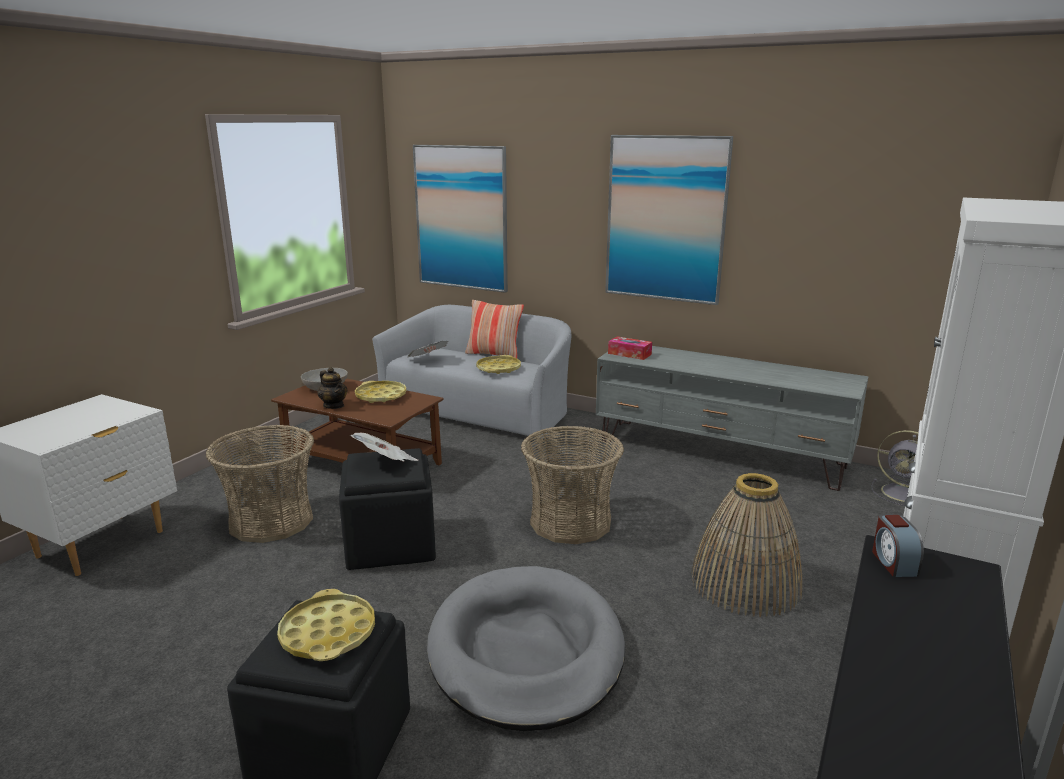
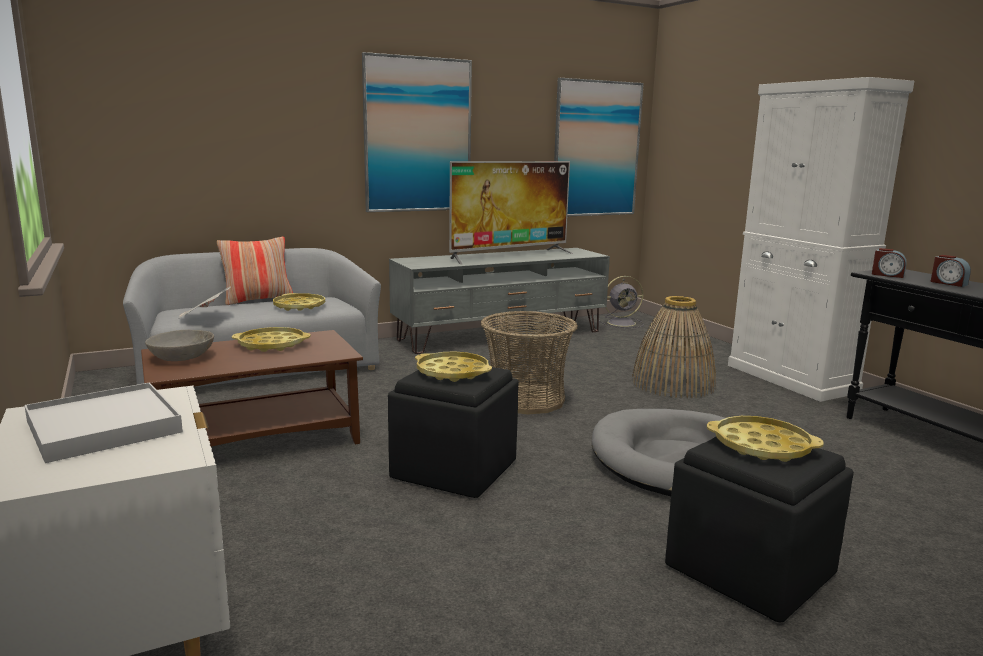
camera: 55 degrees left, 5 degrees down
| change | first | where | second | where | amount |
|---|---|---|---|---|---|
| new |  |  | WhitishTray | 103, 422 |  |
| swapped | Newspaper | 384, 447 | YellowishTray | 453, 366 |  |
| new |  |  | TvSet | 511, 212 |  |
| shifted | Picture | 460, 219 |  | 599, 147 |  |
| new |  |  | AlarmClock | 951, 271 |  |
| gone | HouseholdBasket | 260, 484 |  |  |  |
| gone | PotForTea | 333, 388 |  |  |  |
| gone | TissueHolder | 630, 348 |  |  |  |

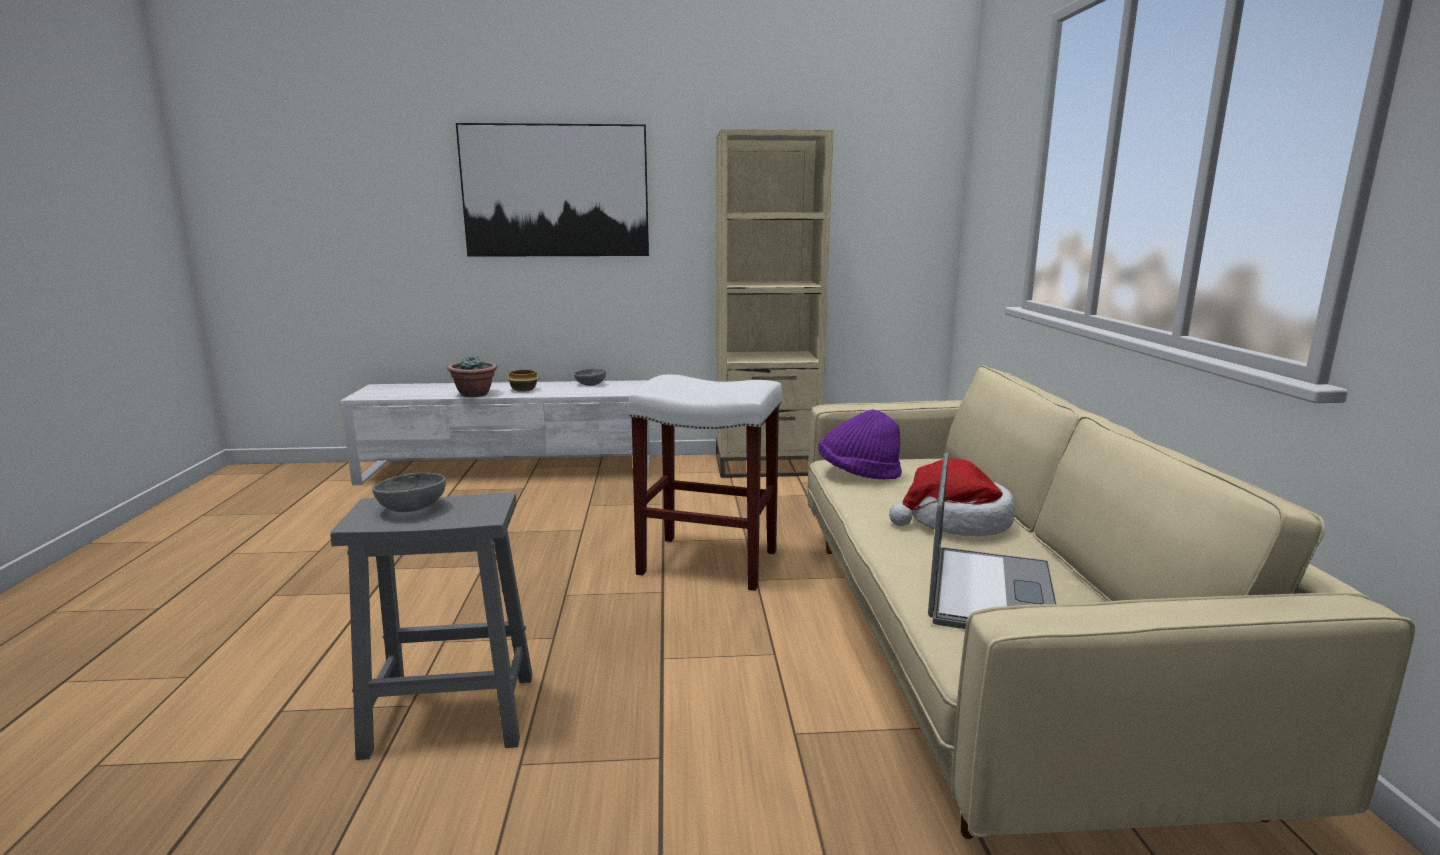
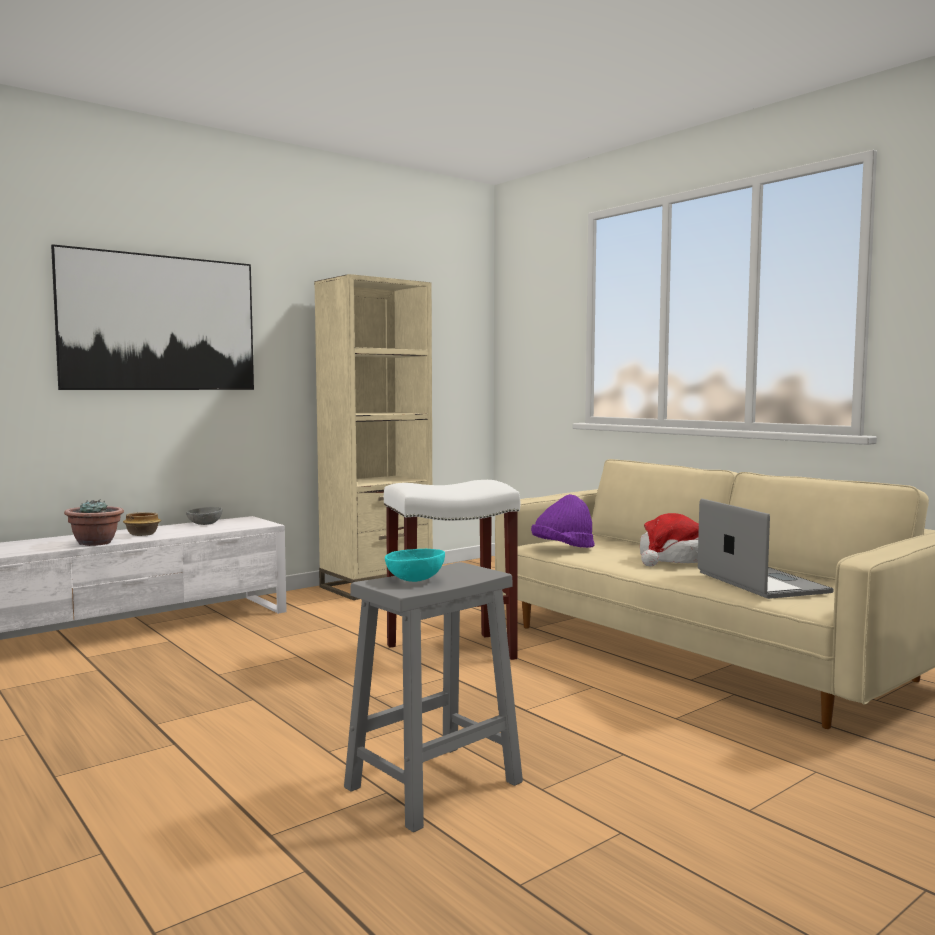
camera: 35 degrees left, 10 degrees down
| change | first | where | second | where | amount |
|---|---|---|---|---|---|
| repainted | GrayBowl | 409, 492 | BlueGreenBowl | 415, 565 |  |

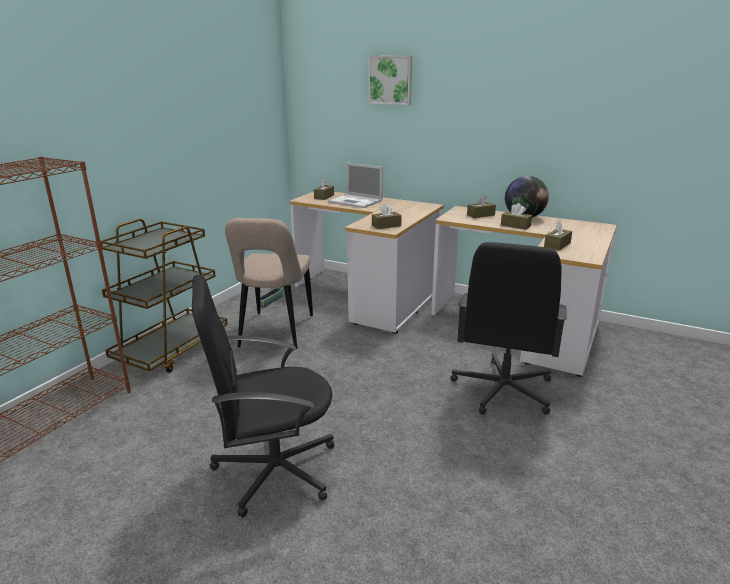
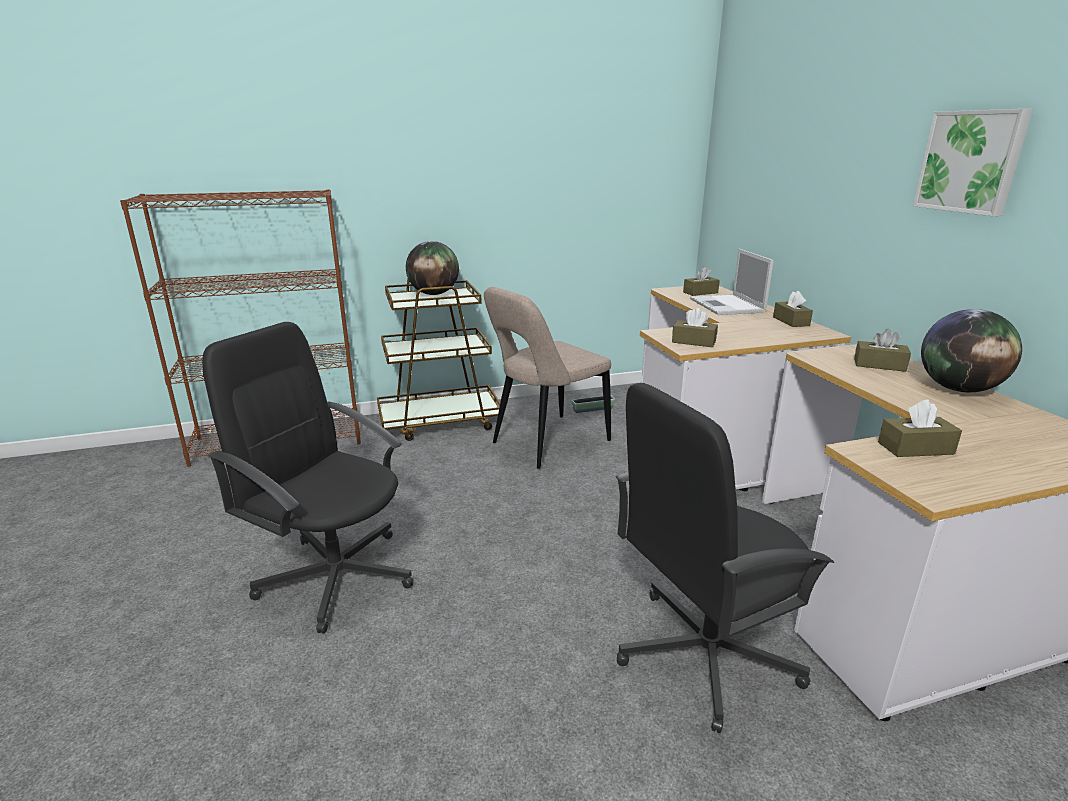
camera: 45 degrees right, 0 degrees up
| change | first | where | second | where | amount |
|---|---|---|---|---|---|
| new |  |  | WorldGlobe | 432, 268 |  |
| shifted | BrownTissueHolder | 516, 216 |  | 793, 309 |  |
| shifted | Picture | 390, 80 |  | 973, 162 |  |

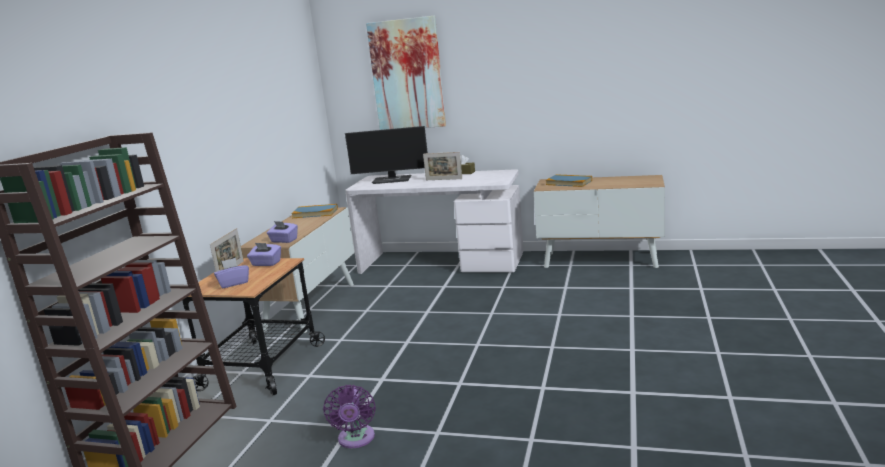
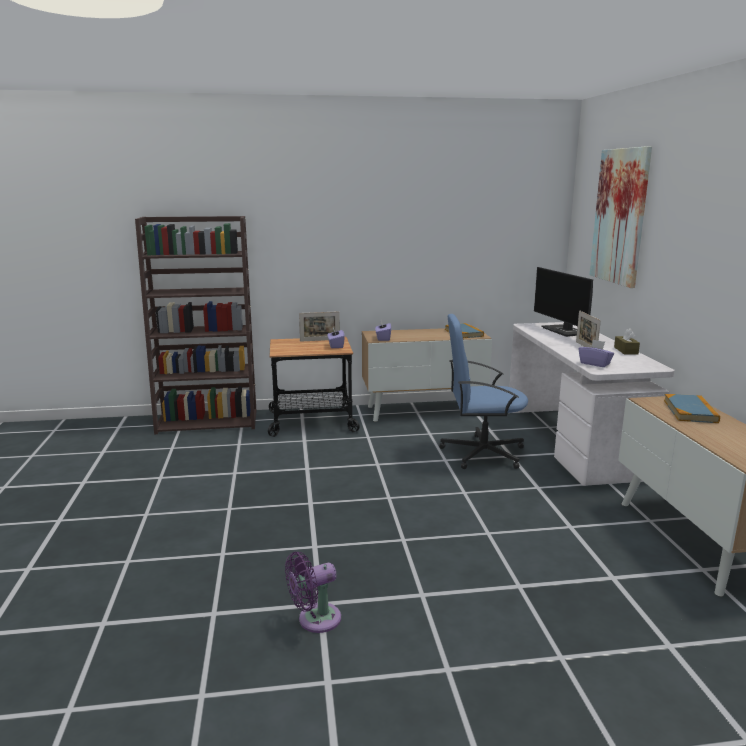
camera: 65 degrees right, 0 degrees up
| change | first | where | second | where | amount |
|---|---|---|---|---|---|
| shifted | PurpleColouredCoolingFan | 349, 416 |  | 313, 592 |  |
| new |  |  | BlueComputerChair | 483, 391 |  |
| shifted | PurpleColouredTissueHolder | 231, 273 |  | 596, 353 |  |

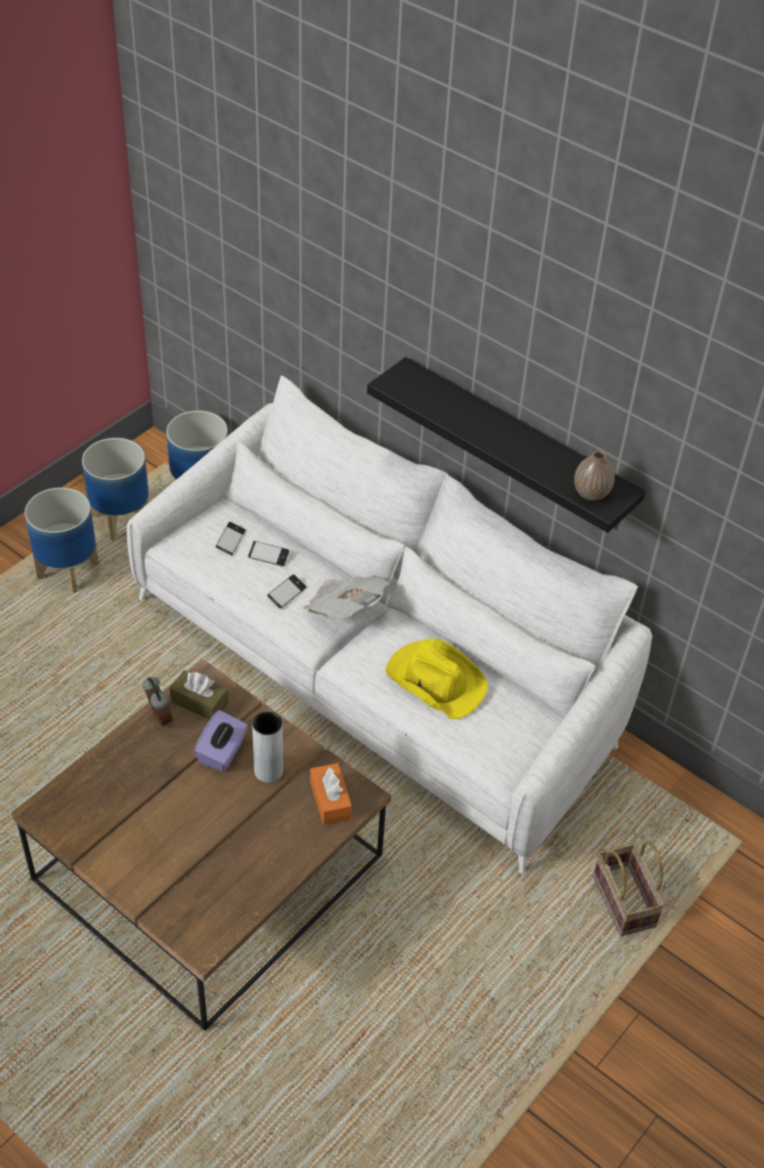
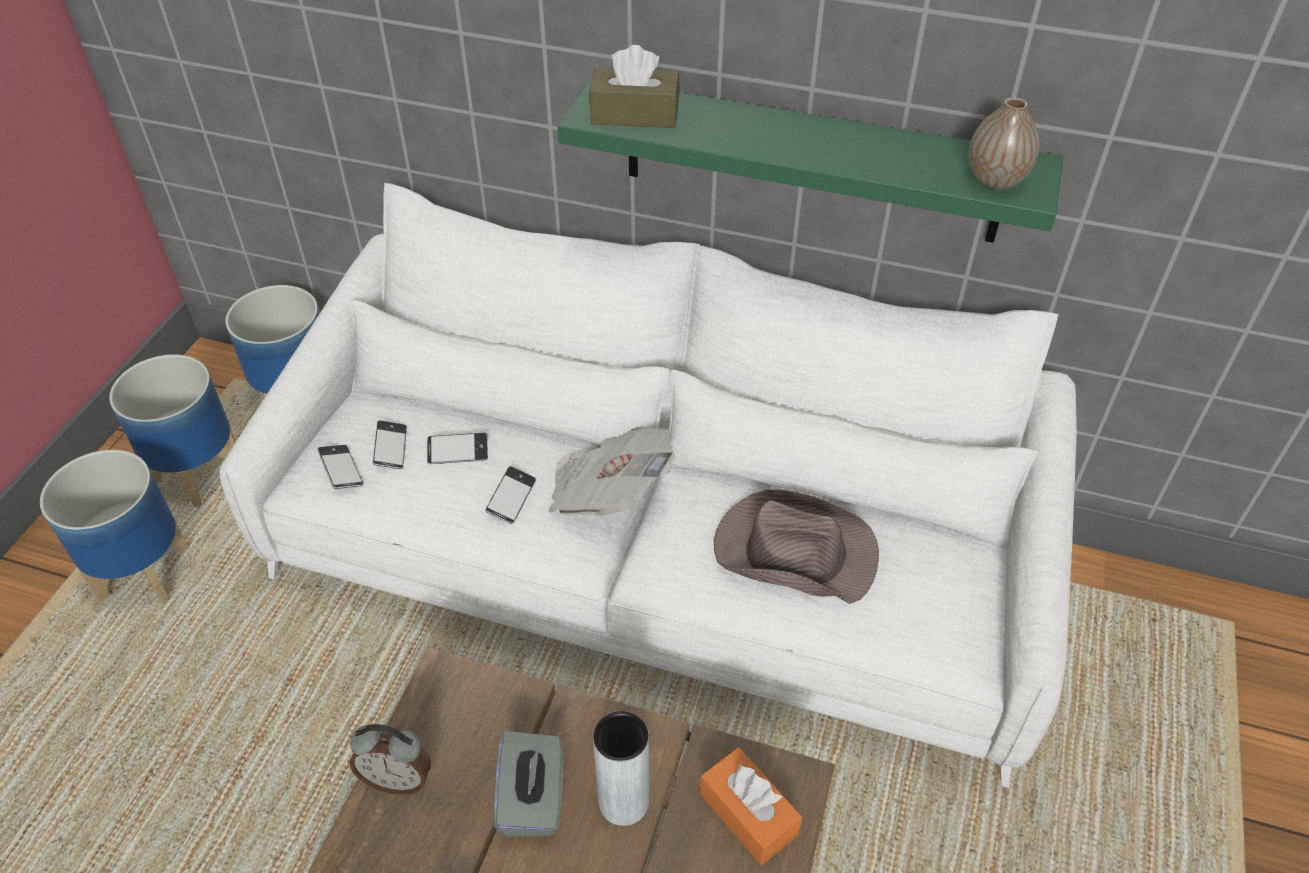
camera: 20 degrees left, 0 degrees up
| change | first | where | second | where | amount |
|---|---|---|---|---|---|
| new |  |  | Telephone | 340, 467 |  |
| rotated | AlarmClock | 157, 702 |  | 390, 759 | 150 degrees clockwise |
| repainted | PurpleColouredTissueHolder | 221, 741 | GrayTissueHolder | 528, 784 |  |
| repainted | BlackColouredBracketShelf | 506, 445 | GreenishBracketShelf | 810, 160 |  |
| shifted | BrownTissueHolder | 199, 695 |  | 634, 86 |  |
| repainted | YellowishHat | 436, 679 | BrownHat | 796, 546 |  |
| gone | HouseholdBasket | 629, 888 |  |  |  |

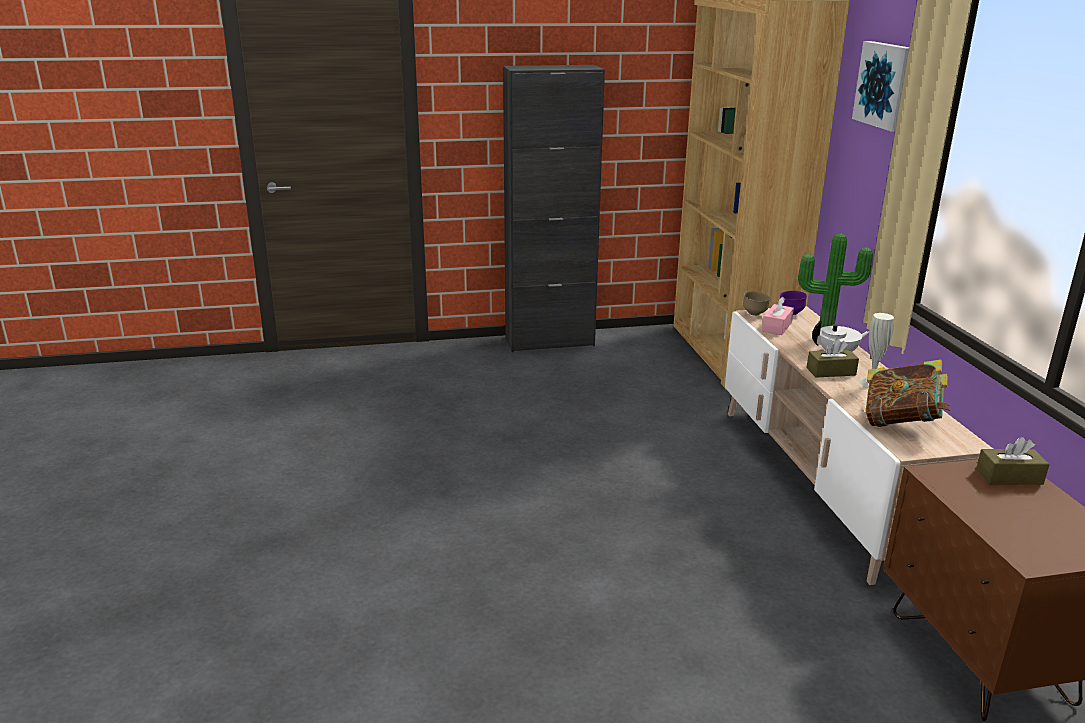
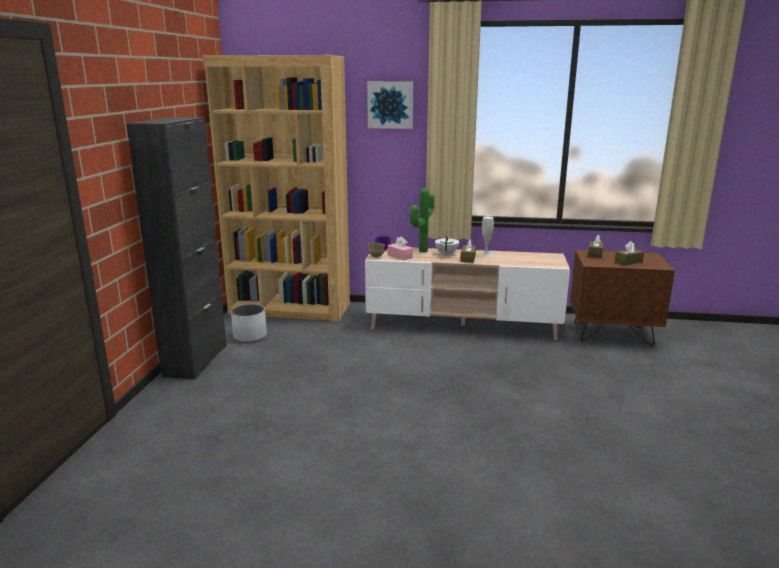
camera: 70 degrees left, 5 degrees down
| change | first | where | second | where | amount |
|---|---|---|---|---|---|
| new |  |  | WhitishPlanter | 249, 323 |  |
| new |  |  | BrownTissueHolder | 629, 253 |  |
| gone | BoundBook | 908, 393 |  |  |  |

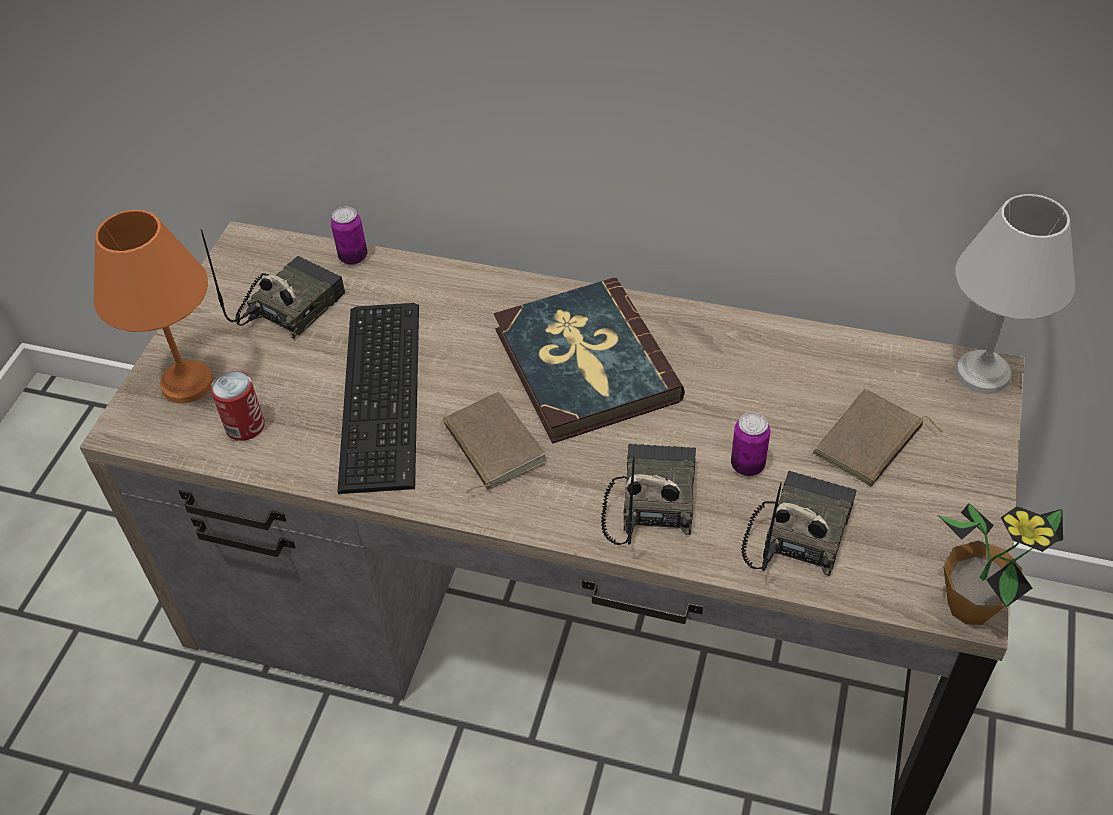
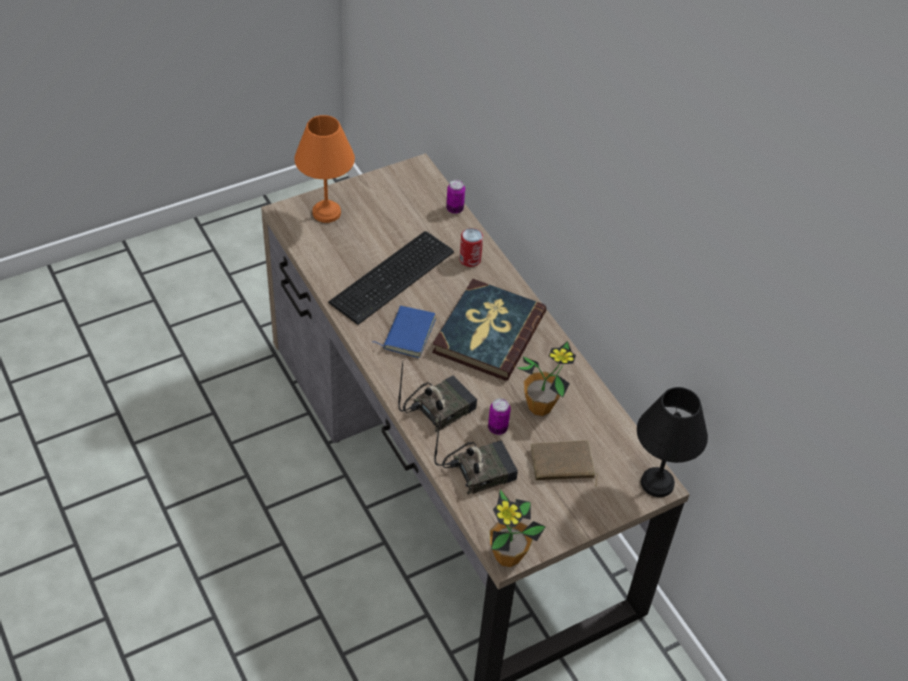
camera: 40 degrees right, 0 degrees up
| change | first | where | second | where | amount |
|---|---|---|---|---|---|
| repainted | BrownBoundBook | 495, 443 | BlueBoundBook | 404, 332 |  |
| shifted | Can | 238, 406 |  | 471, 247 |  |
| new |  |  | PottedPlant | 546, 378 |  |
| repainted | WhitishTableLamp | 1015, 294 | BlackColouredTableLamp | 672, 442 |  |
| gone | Radio | 273, 284 |  |  |  |

